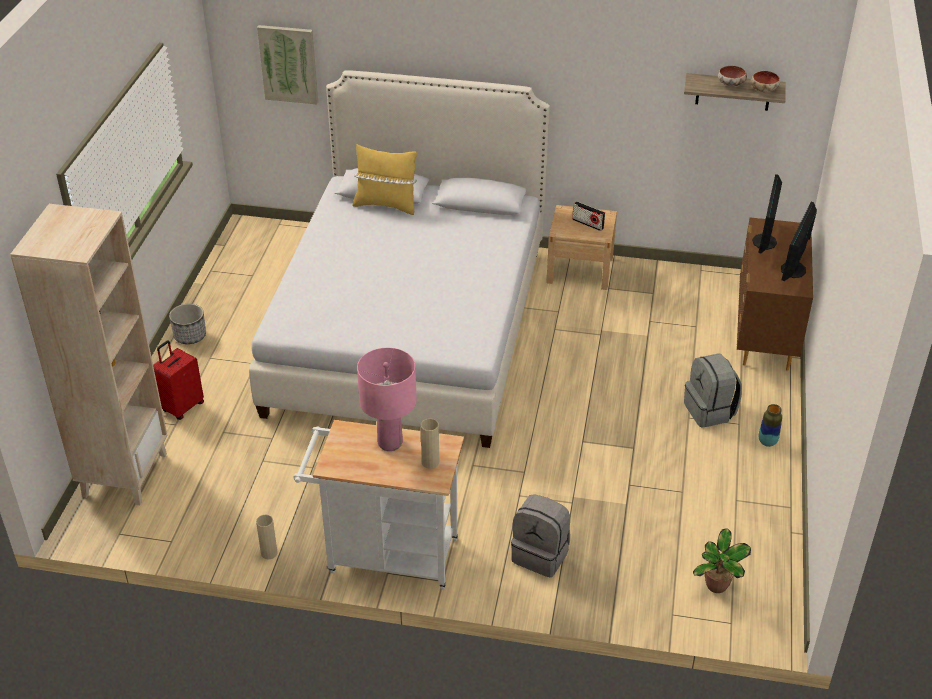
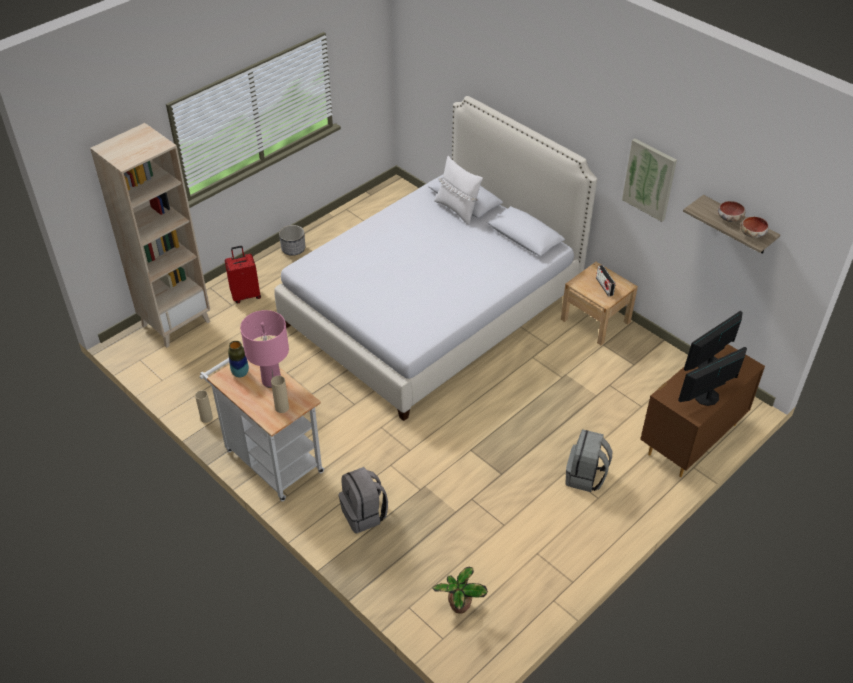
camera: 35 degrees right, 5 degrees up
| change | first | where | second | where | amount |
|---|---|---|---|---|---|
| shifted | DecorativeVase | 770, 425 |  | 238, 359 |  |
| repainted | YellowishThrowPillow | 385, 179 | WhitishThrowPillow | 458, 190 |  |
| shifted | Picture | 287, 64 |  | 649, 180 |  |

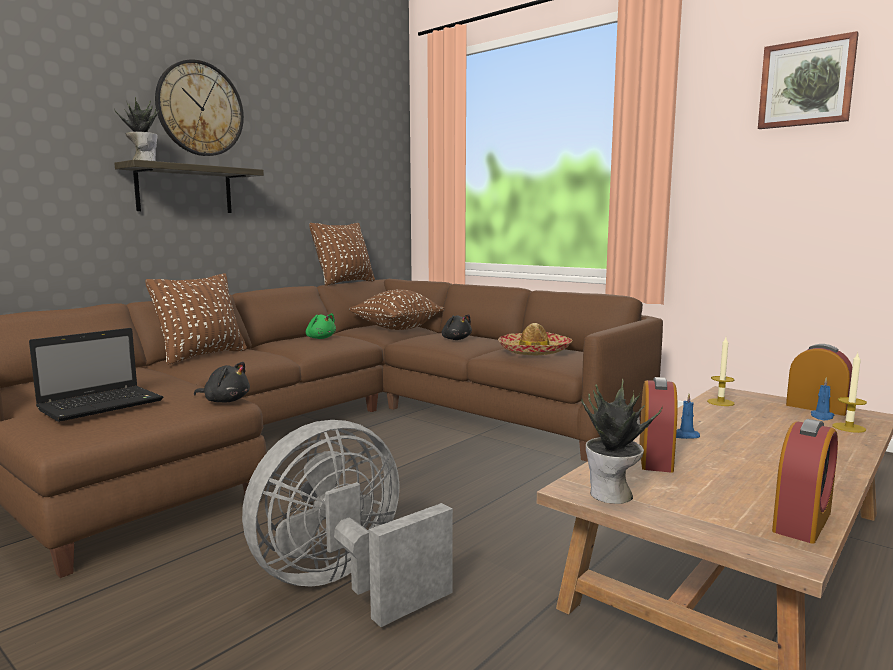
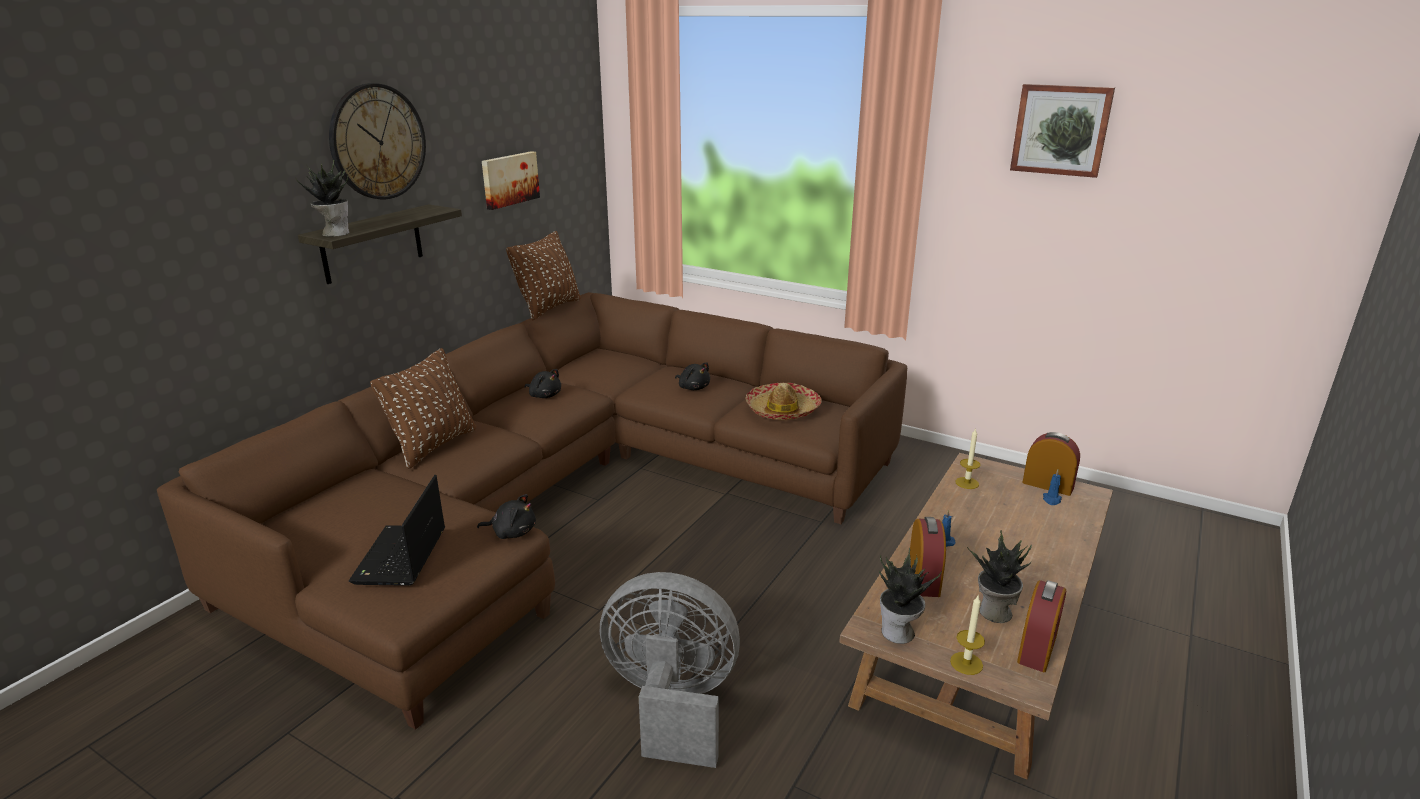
camera: 10 degrees left, 15 degrees up
| change | first | where | second | where | amount |
|---|---|---|---|---|---|
| rotated | Laptop | 96, 375 |  | 397, 530 | 150 degrees clockwise |
| new |  |  | Picture | 511, 180 |  |
| repainted | GreenishCuddlyToy | 321, 326 | BlackColouredCuddlyToy | 542, 383 |  |
| rotated | GrayCoolingFan | 347, 523 |  | 670, 670 | 60 degrees clockwise |
| shifted | WaxCandle | 849, 393 |  | 967, 635 |  |
| new |  |  | PottedPlant | 1000, 577 |  |
| gone | BrownThrowPillow | 397, 309 |  |  |  |

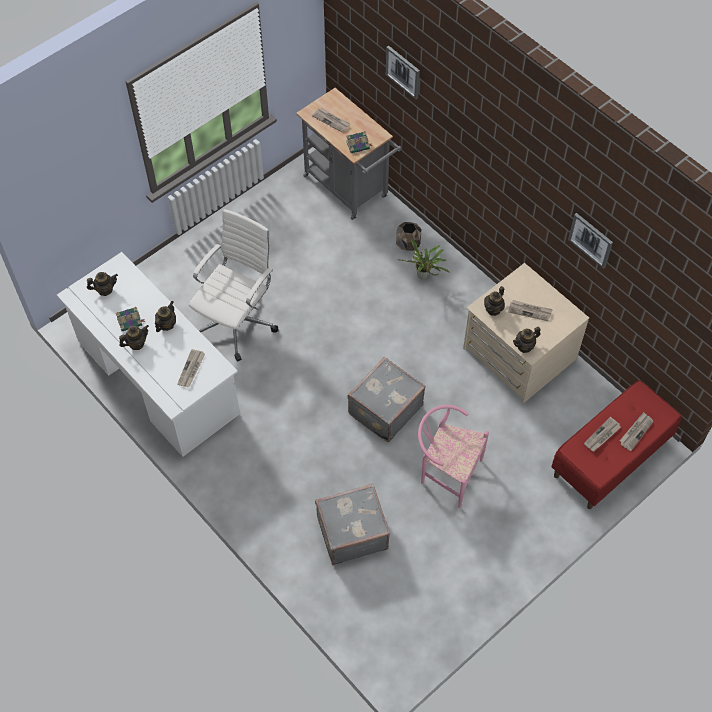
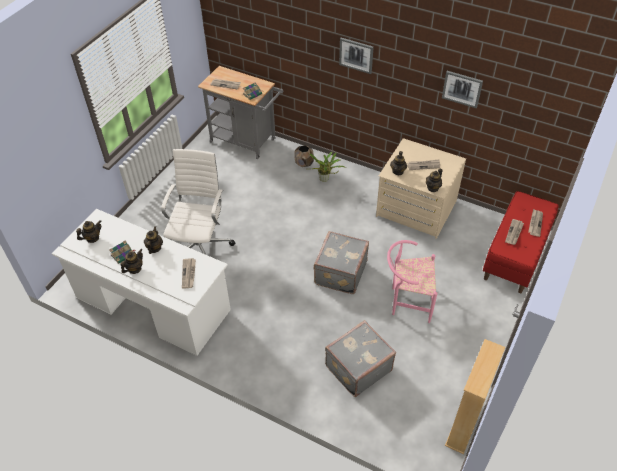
camera: 20 degrees left, 10 degrees down
| change | first | where | second | where | amount |
|---|---|---|---|---|---|
| shifted | Picture | 403, 73 |  | 356, 56 |  |
| new |  |  | BeigeBookshelf | 475, 397 |  |

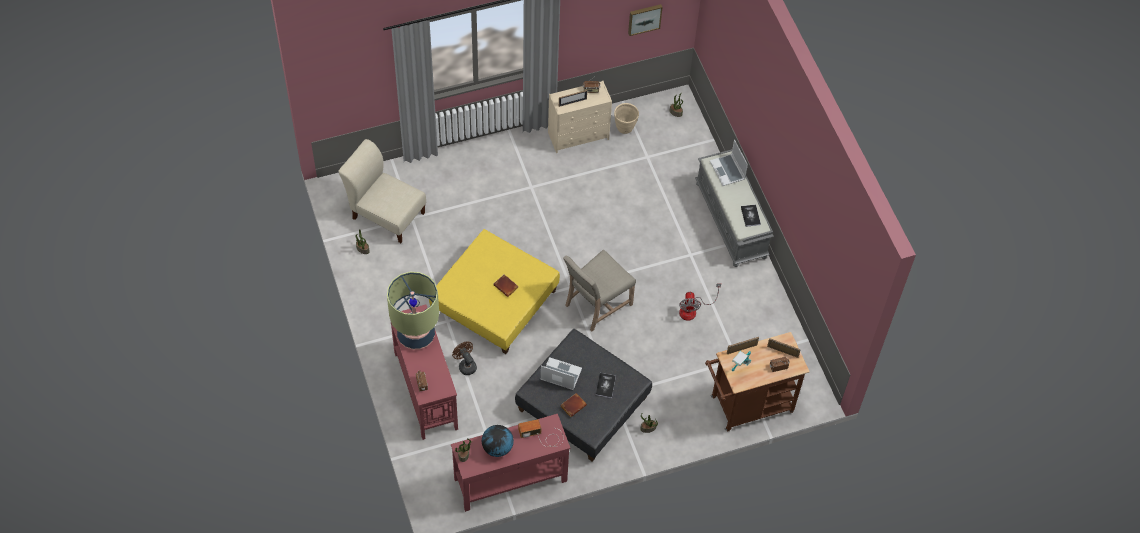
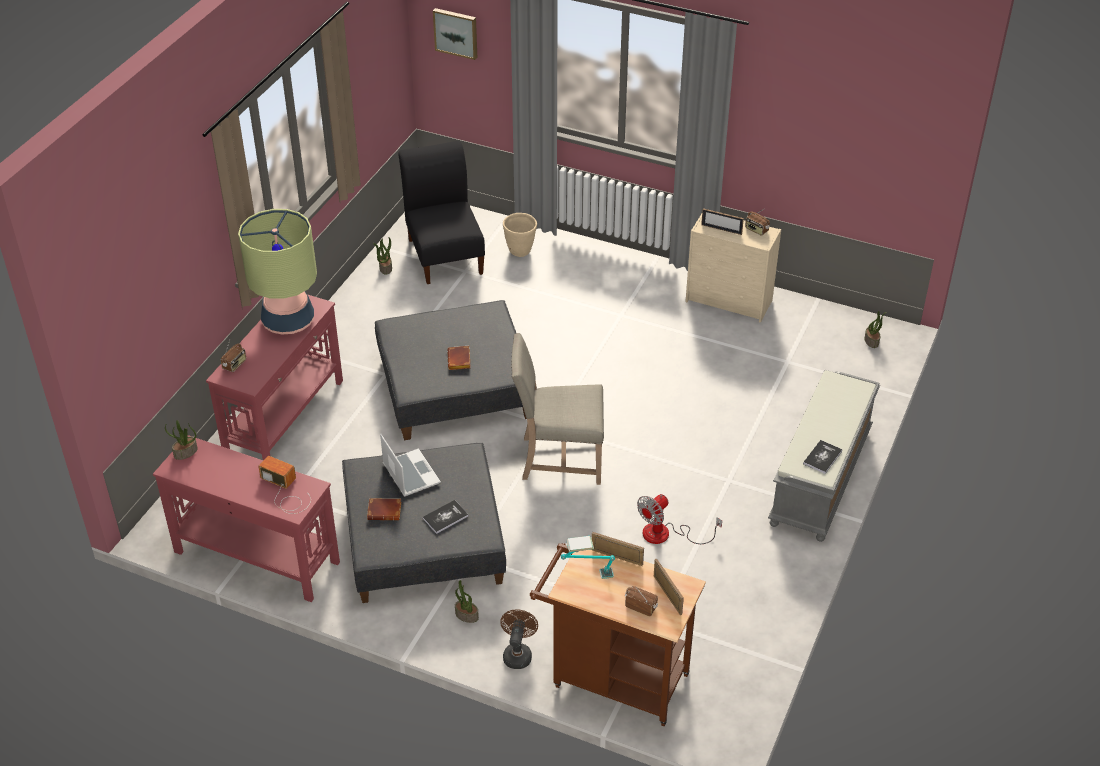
camera: 45 degrees right, 15 degrees down
| change | first | where | second | where | amount |
|---|---|---|---|---|---|
| repainted | YellowishPouffe | 494, 291 | GrayPouffe | 450, 370 |  |
| repainted | BeigePlainChair | 382, 191 | BlackColouredPlainChair | 441, 212 |  |
| shifted | Picture | 645, 20 |  | 455, 34 |  |
| shifted | BrownCoolingFan | 464, 358 |  | 519, 639 |  |
| shifted | BeigePlanter | 626, 118 |  | 520, 235 |  |
| gone | WorldGlobe | 498, 441 |  |  |  |
| gone | Laptop | 729, 163 |  |  |  |

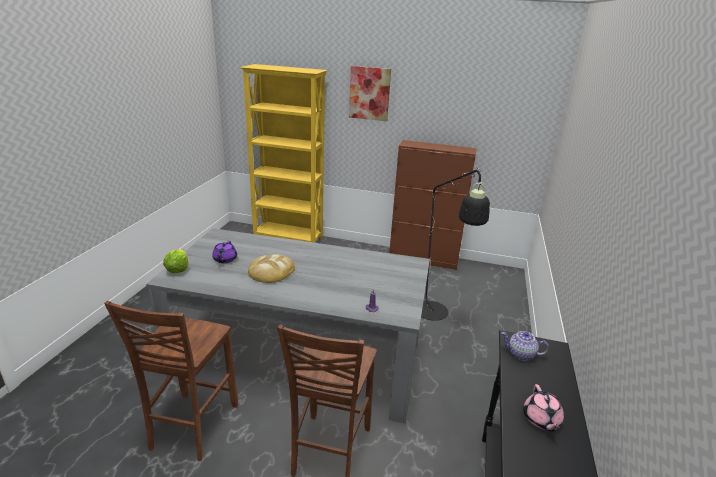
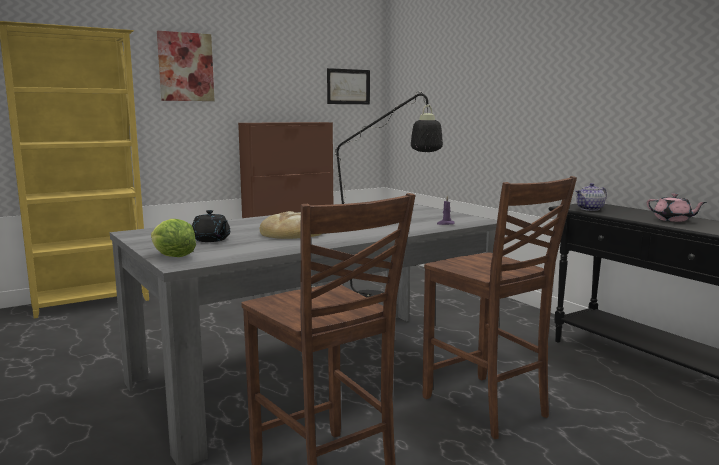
camera: 45 degrees left, 15 degrees down
| change | first | where | second | where | amount |
|---|---|---|---|---|---|
| repainted | PurpleColouredPotForTea | 224, 252 | BlackColouredPotForTea | 211, 226 |  |
| new |  |  | Picture | 348, 86 |  |

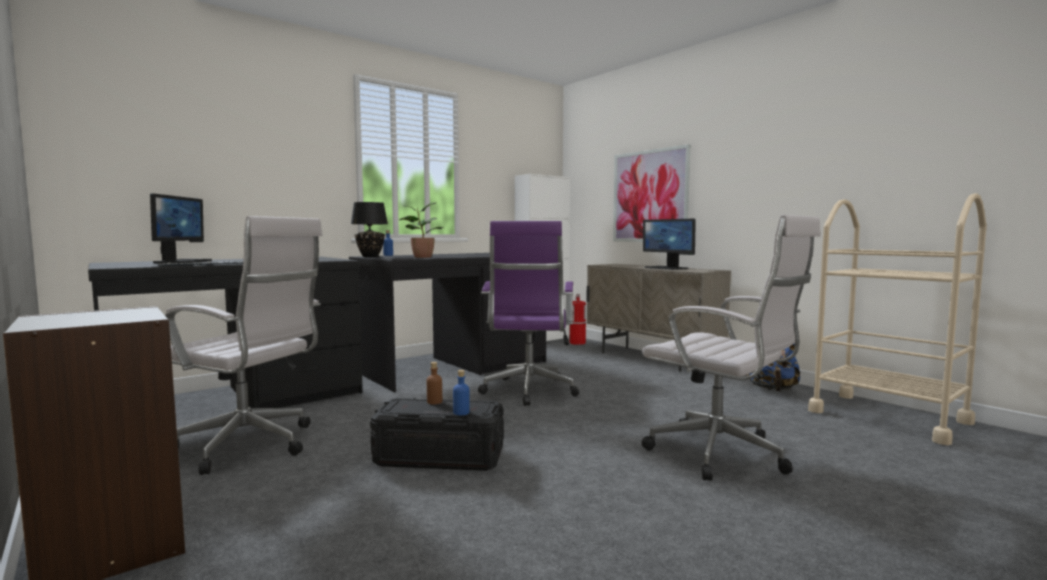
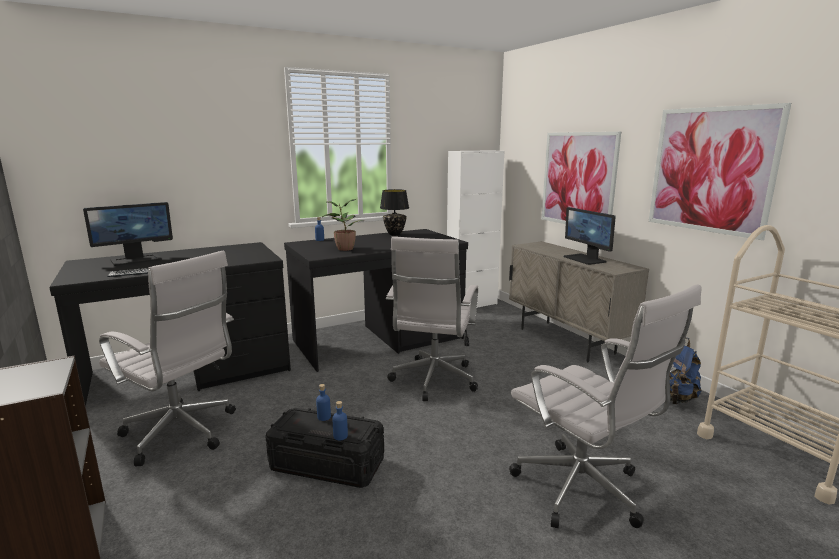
camera: 10 degrees right, 10 degrees up
| change | first | where | second | where | amount |
|---|---|---|---|---|---|
| rotated | Monitor | 181, 228 |  | 128, 234 | 45 degrees clockwise |
| repainted | BrownDrinkBottle | 434, 383 | BlueDrinkBottle | 323, 402 |  |
| shifted | BlackColouredTableLamp | 369, 229 |  | 394, 212 |  |
| repainted | PurpleColouredComputerChair | 528, 313 | WhitishComputerChair | 432, 318 |  |
| new |  |  | Picture | 720, 171 |  |
| gone | Extinguisher | 578, 319 |  |  |  |

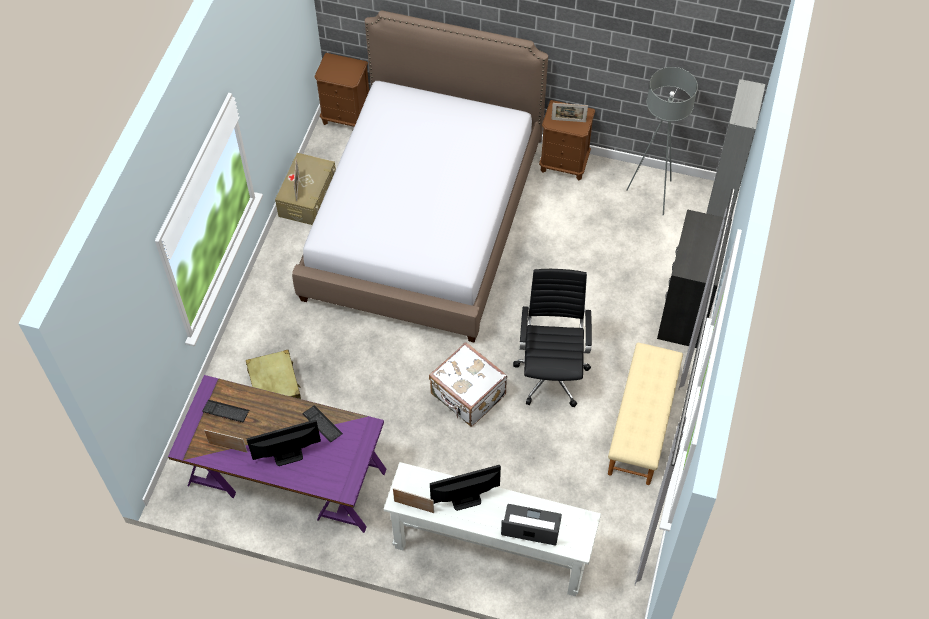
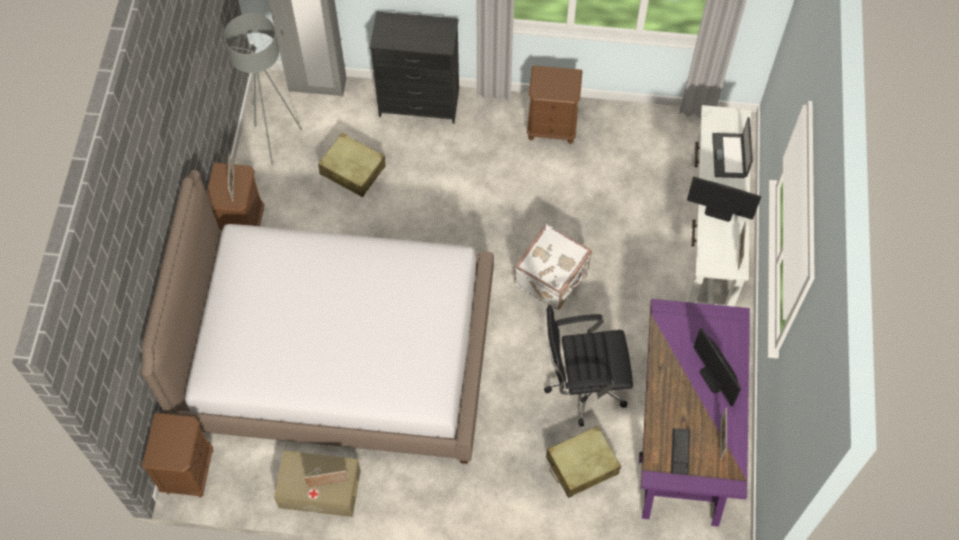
camera: 100 degrees left, 5 degrees up
| change | first | where | second | where | amount |
|---|---|---|---|---|---|
| new |  |  | BeigePieceOfLuggage | 351, 165 |  |
| swapped | BeigeIndoorBench | 645, 414 | BrownNightstand | 554, 104 |  |
| shifted | BlackColouredComputerChair | 552, 338 |  | 588, 366 |  |
| rotated | Monitor | 465, 488 |  | 724, 199 | 45 degrees counterclockwise |
| gone | PcKeyboard | 322, 423 |  |  |  |

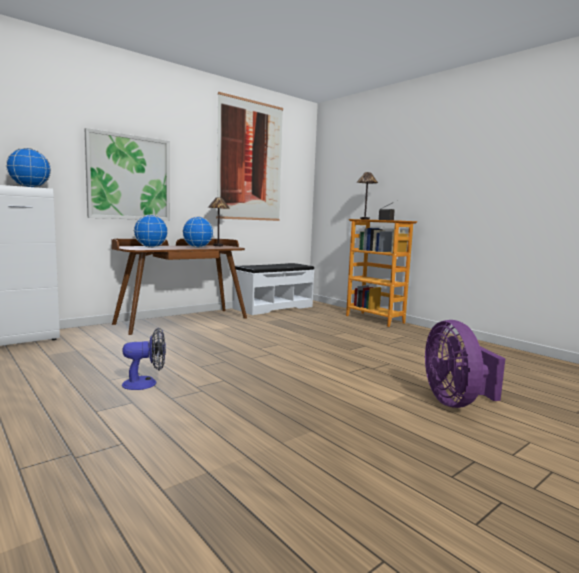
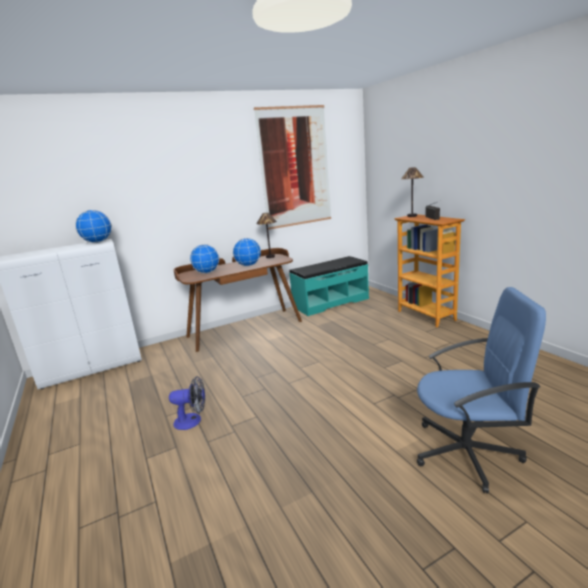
camera: 15 degrees right, 10 degrees up
| change | first | where | second | where | amount |
|---|---|---|---|---|---|
| repainted | WhitishIndoorBench | 273, 289 | BlueGreenIndoorBench | 329, 286 |  |
| swapped | PurpleColouredCoolingFan | 465, 364 | BlueComputerChair | 481, 390 |  |
| gone | Picture | 127, 174 |  |  |  |

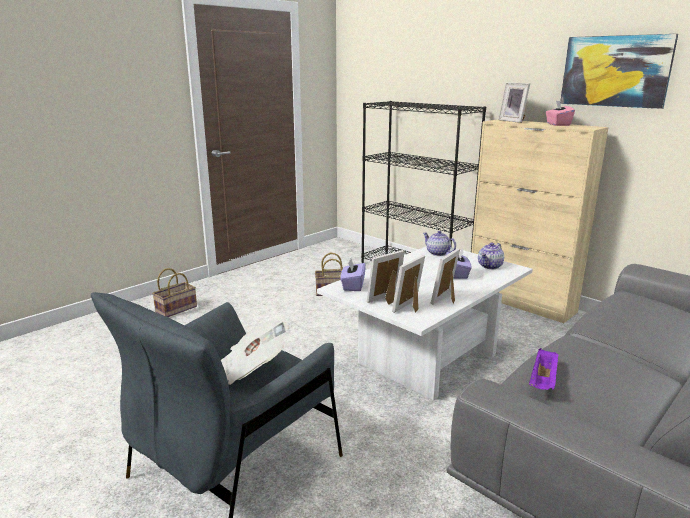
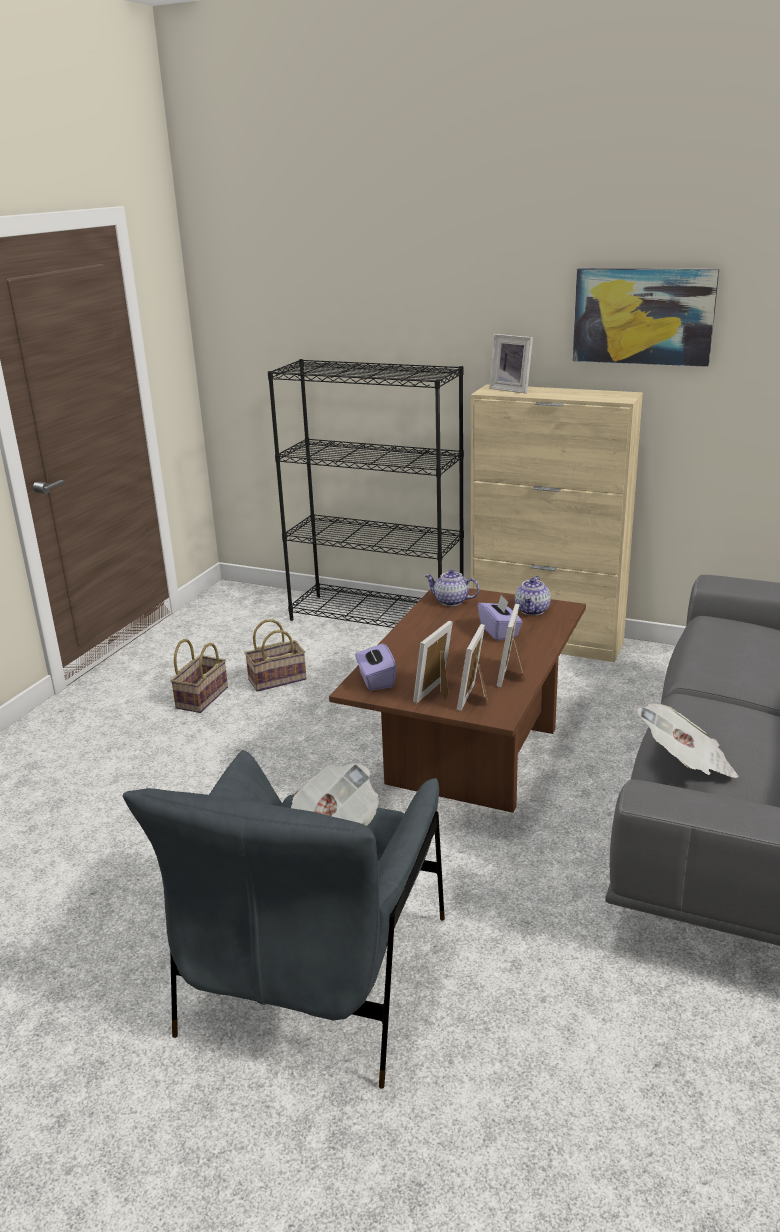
camera: 20 degrees left, 5 degrees up
| change | first | where | second | where | amount |
|---|---|---|---|---|---|
| shifted | HouseholdBasket | 174, 292 |  | 199, 676 |  |
| repainted | WhitishLowTable | 425, 323 | BrownLowTable | 457, 700 |  |
| swapped | PurpleColouredTray | 544, 369 | Newspaper | 688, 740 |  |
| gone | PinkTissueHolder | 560, 113 |  |  |  |

